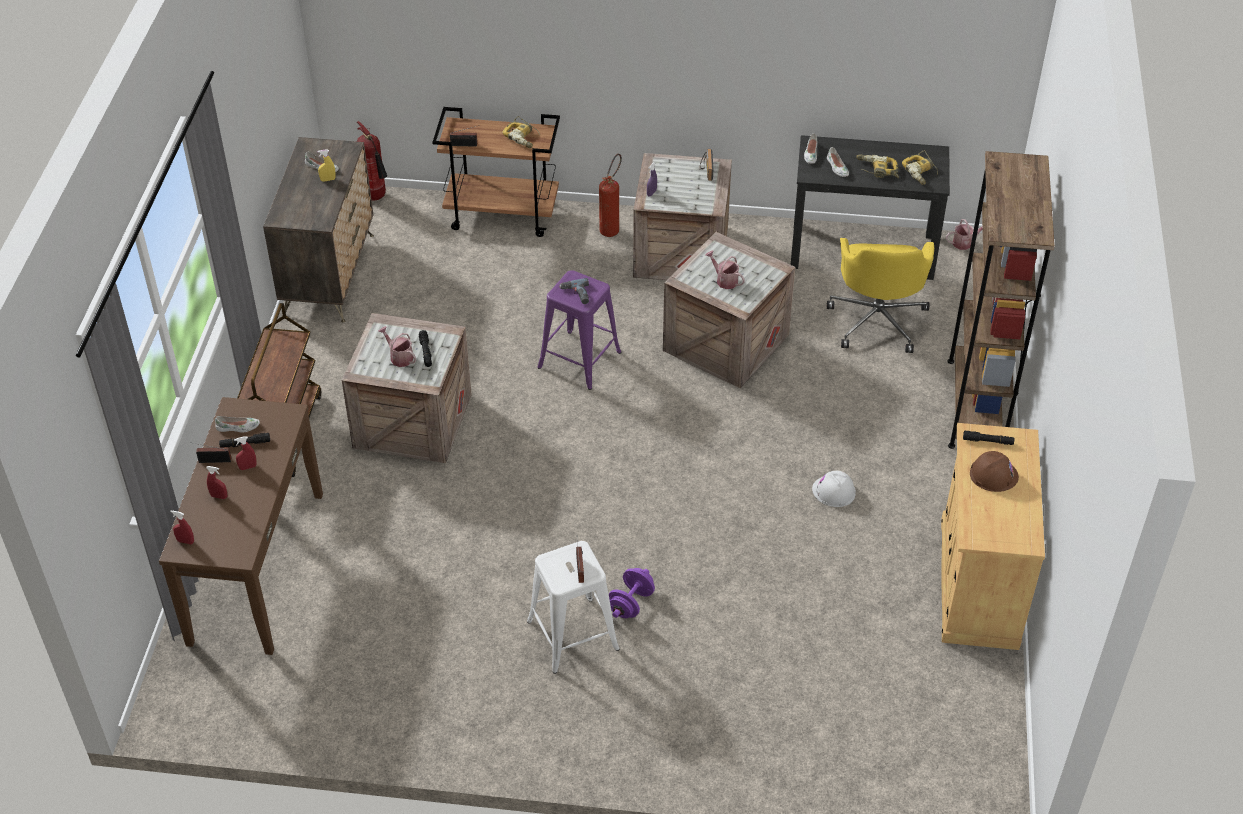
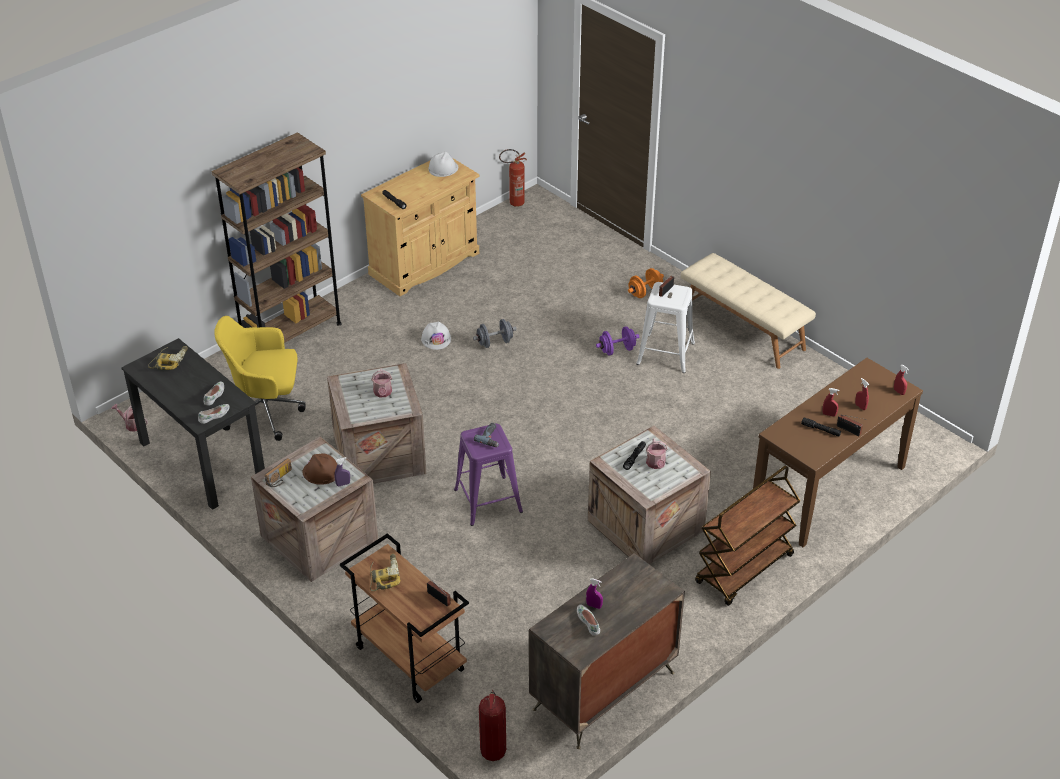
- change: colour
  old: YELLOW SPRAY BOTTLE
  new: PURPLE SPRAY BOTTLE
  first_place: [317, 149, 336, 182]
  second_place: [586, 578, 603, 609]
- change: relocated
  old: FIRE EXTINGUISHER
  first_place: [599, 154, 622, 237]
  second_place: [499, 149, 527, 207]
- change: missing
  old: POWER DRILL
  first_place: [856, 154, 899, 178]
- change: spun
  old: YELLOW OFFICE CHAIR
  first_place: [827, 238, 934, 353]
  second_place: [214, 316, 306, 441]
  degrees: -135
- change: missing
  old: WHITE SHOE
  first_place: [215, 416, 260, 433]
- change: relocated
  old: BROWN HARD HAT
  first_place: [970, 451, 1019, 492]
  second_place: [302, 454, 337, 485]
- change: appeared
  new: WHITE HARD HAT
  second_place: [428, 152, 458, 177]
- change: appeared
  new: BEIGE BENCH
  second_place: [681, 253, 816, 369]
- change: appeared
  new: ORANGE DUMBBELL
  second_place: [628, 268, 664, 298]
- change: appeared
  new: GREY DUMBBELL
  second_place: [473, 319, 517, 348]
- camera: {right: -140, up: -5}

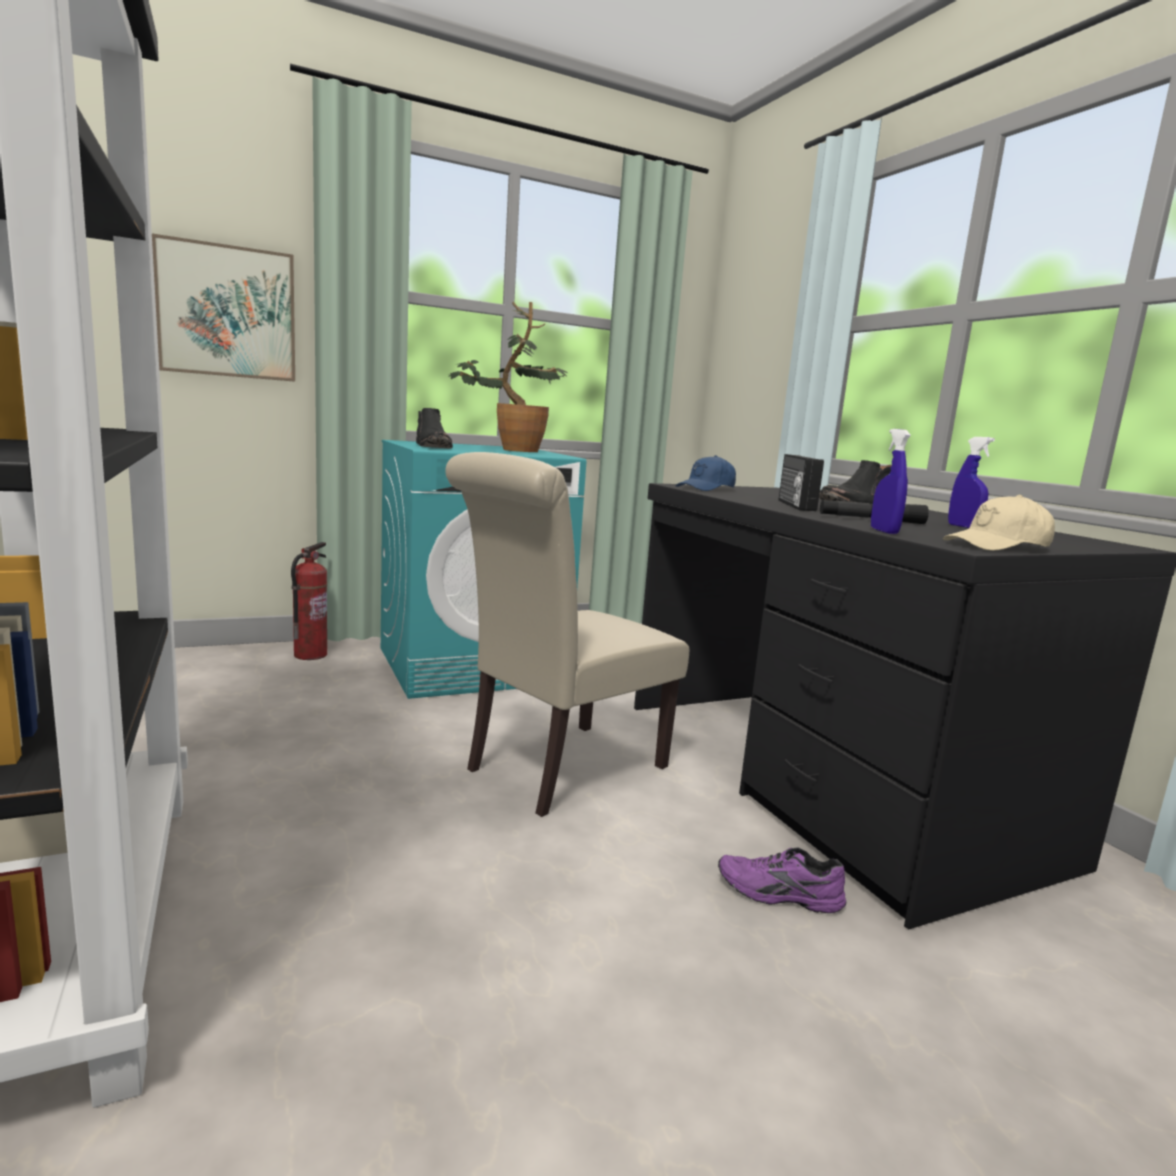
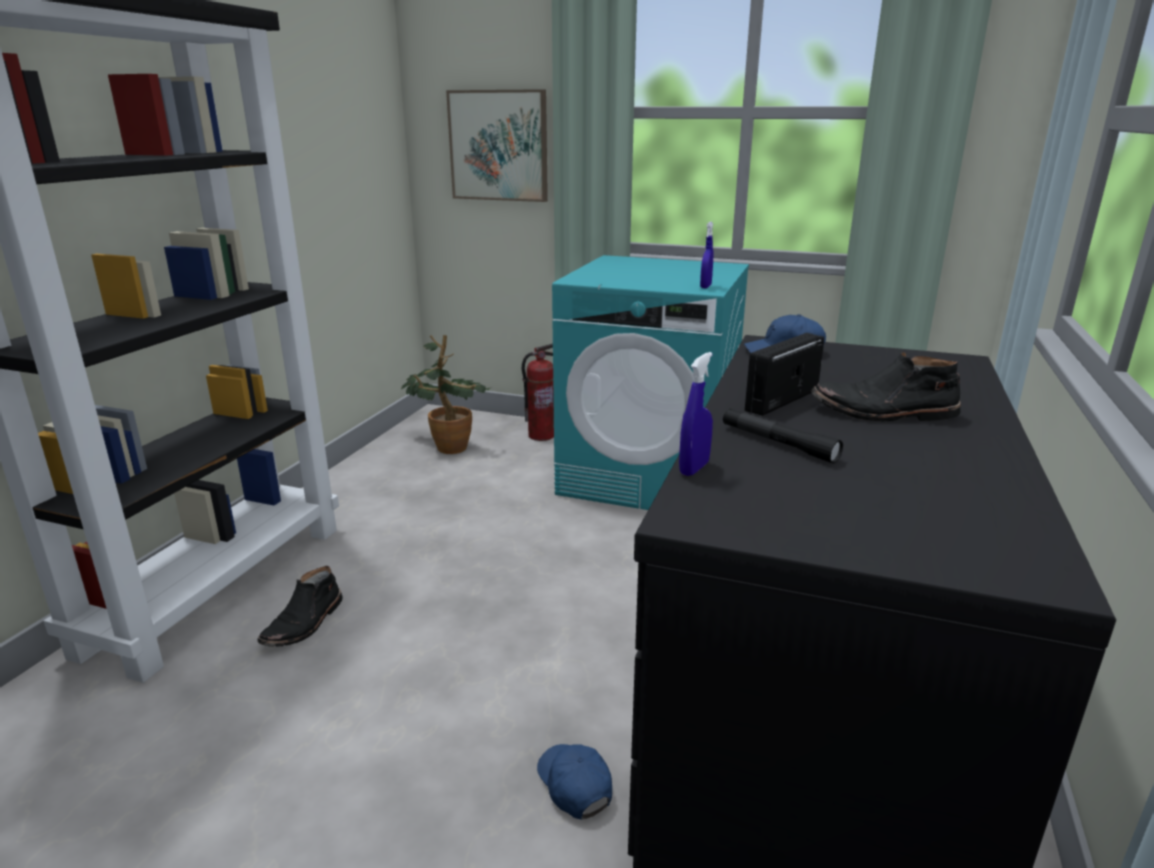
- change: relocated
  old: POTTED PLANT
  first_place: [448, 302, 568, 452]
  second_place: [401, 335, 492, 454]
- change: relocated
  old: BLACK BOOT
  first_place: [416, 408, 453, 448]
  second_place: [257, 566, 343, 647]
- change: relocated
  old: BLUE SPRAY BOTTLE
  first_place: [948, 437, 995, 528]
  second_place: [700, 222, 713, 288]
- change: missing
  old: BEIGE CHAIR
  first_place: [445, 452, 689, 817]
- change: missing
  old: BEIGE CAP
  first_place: [943, 494, 1055, 551]
- change: exchanged
  old: PURPLE SHOE
  new: BLUE CAP
  first_place: [718, 848, 846, 913]
  second_place: [537, 744, 612, 819]
- camera: {right: 45, up: 10}

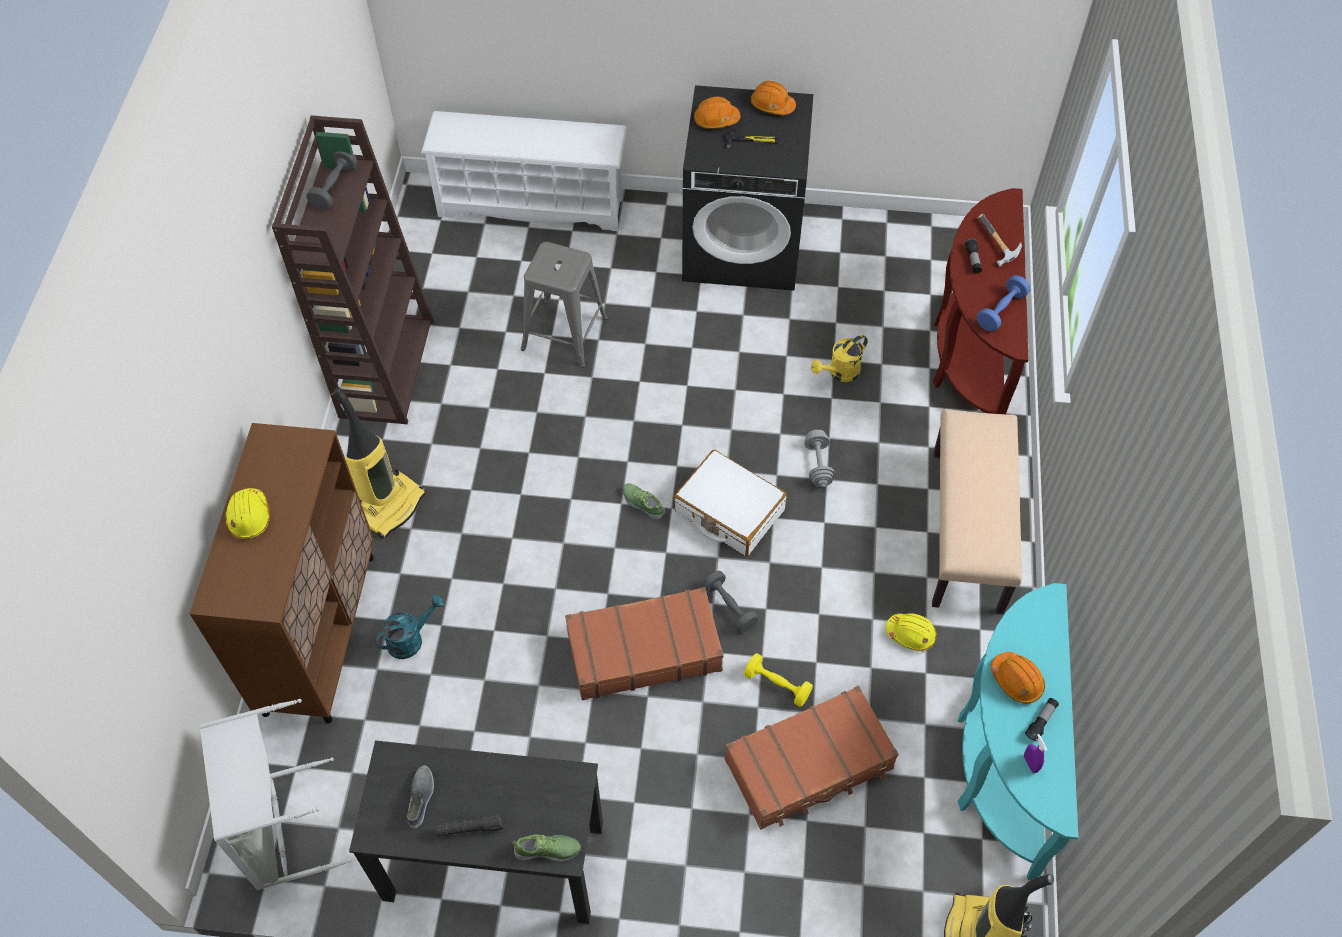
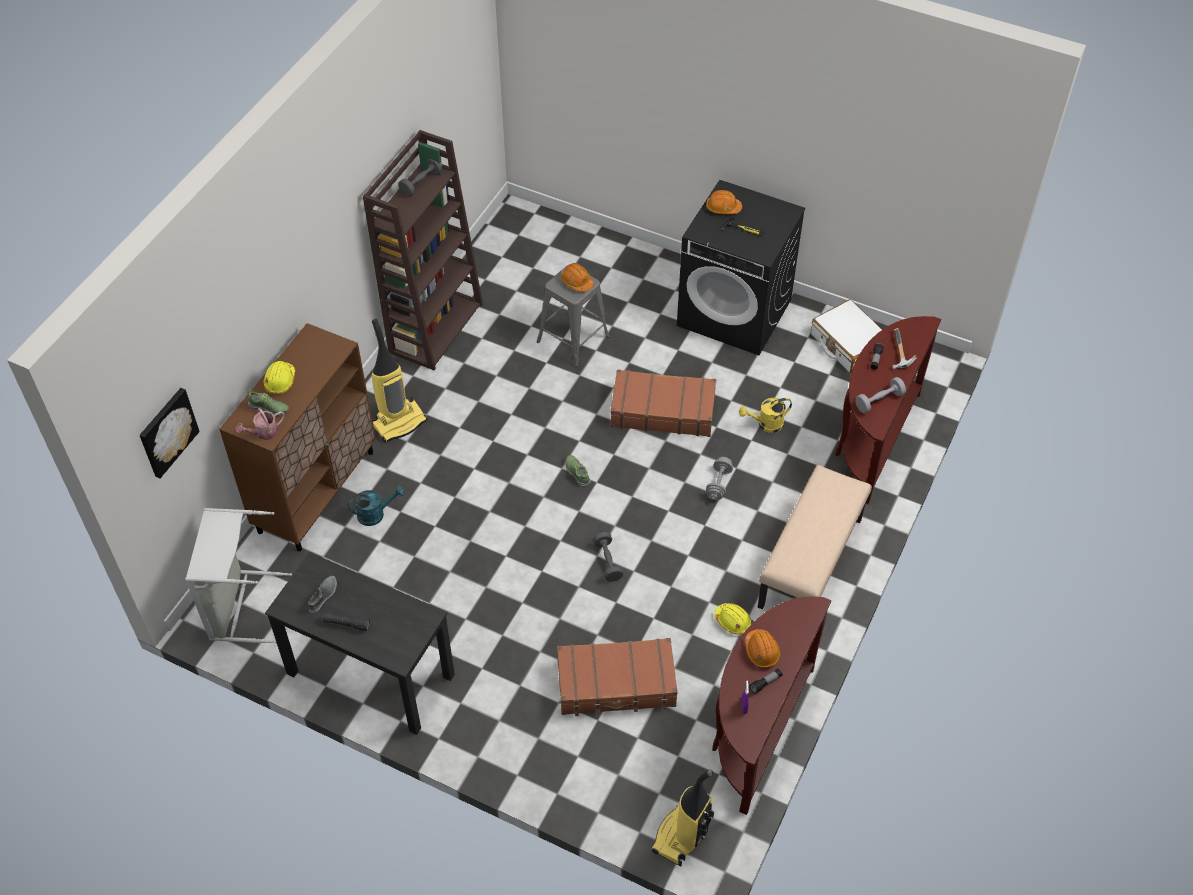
- change: relocated
  old: ORANGE HARD HAT
  first_place: [751, 81, 796, 115]
  second_place: [561, 263, 594, 292]
- change: missing
  old: WHITE SHOE RACK
  first_place: [421, 111, 627, 231]
- change: colour
  old: BLUE DUMBBELL
  new: GREY DUMBBELL
  first_place: [977, 275, 1030, 332]
  second_place: [855, 377, 906, 413]
- change: relocated
  old: WHITE SUITCASE
  first_place: [674, 449, 787, 556]
  second_place: [811, 299, 882, 373]
- change: colour
  old: TURQUOISE CONSOLE TABLE
  new: BROWN CONSOLE TABLE
  first_place: [958, 583, 1078, 880]
  second_place: [712, 597, 831, 815]
- change: relocated
  old: BROWN SUITCASE
  first_place: [565, 587, 724, 700]
  second_place: [610, 369, 716, 437]
- change: missing
  old: YELLOW DUMBBELL
  first_place: [744, 653, 813, 707]
- change: relocated
  old: SHOE
  first_place: [512, 834, 581, 862]
  second_place: [247, 391, 289, 416]
- change: appeared
  new: PICTURE
  second_place: [140, 388, 200, 478]
- change: appeared
  new: WATERING CAN
  second_place: [236, 408, 285, 440]
- camera: {right: 20, up: -5}

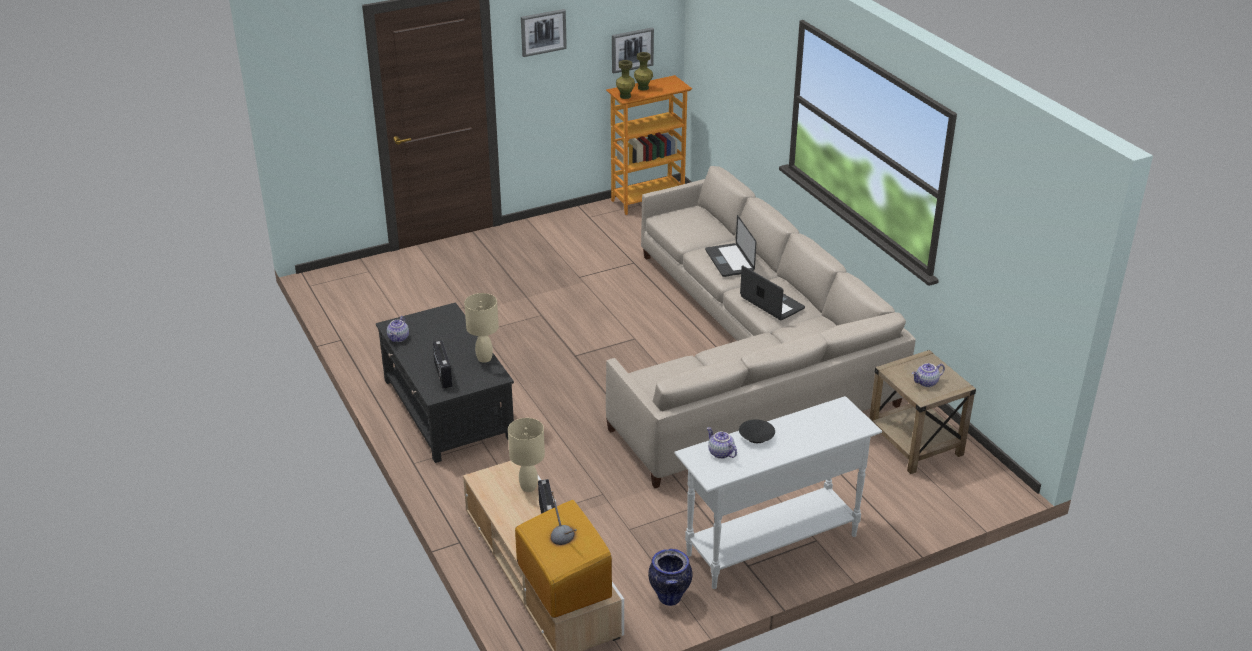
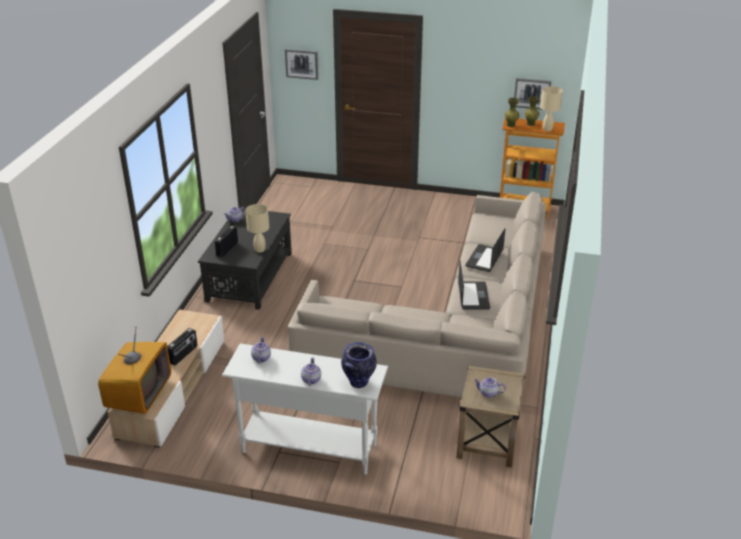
- change: relocated
  old: PICTURE
  first_place: [521, 9, 567, 57]
  second_place: [285, 49, 318, 80]
- change: relocated
  old: BEIGE TABLE LAMP
  first_place: [508, 418, 545, 492]
  second_place: [540, 86, 563, 131]
- change: missing
  old: BLACK BOWL
  first_place: [739, 419, 775, 443]
- change: relocated
  old: VASE
  first_place: [648, 549, 692, 606]
  second_place: [341, 342, 377, 388]
- change: appeared
  new: TEAPOT
  second_place: [301, 358, 321, 386]
- camera: {right: 40, up: 0}

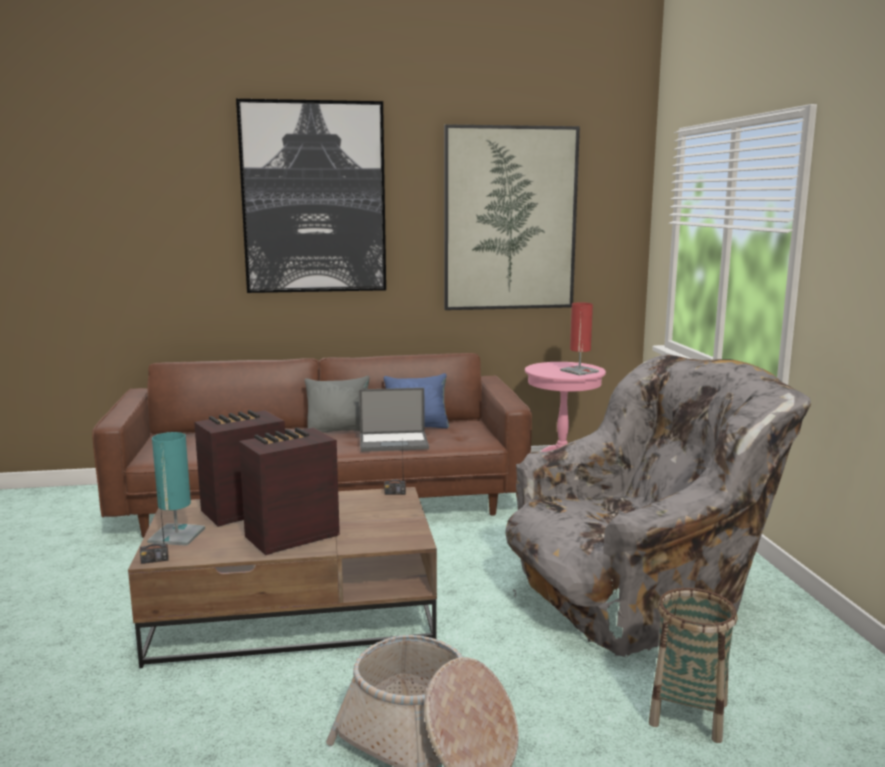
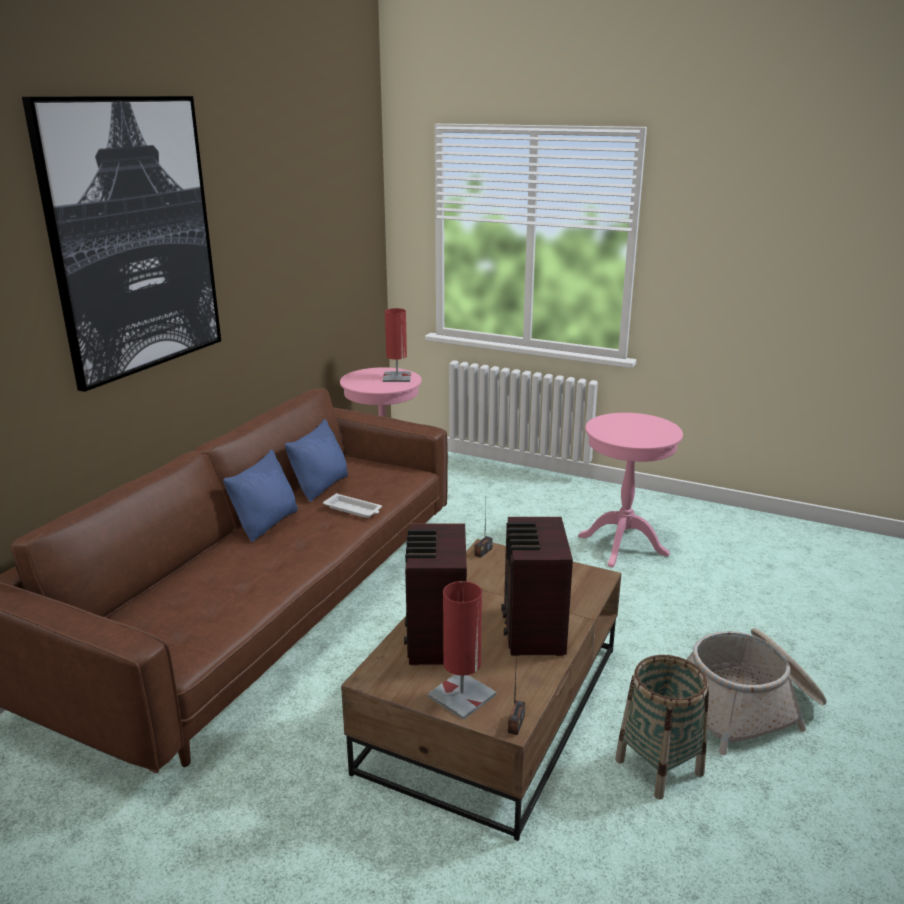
- change: missing
  old: PICTURE
  first_place: [444, 124, 580, 310]
- change: exchanged
  old: GREY ARMCHAIR
  new: PINK SIDE TABLE
  first_place: [506, 354, 811, 658]
  second_place: [578, 413, 683, 567]
- change: colour
  old: GREY PILLOW
  new: BLUE PILLOW
  first_place: [304, 376, 370, 433]
  second_place: [223, 449, 298, 542]
- change: exchanged
  old: LAPTOP
  new: WHITE TRAY
  first_place: [359, 388, 429, 452]
  second_place: [323, 493, 382, 518]
- change: colour
  old: TURQUOISE TABLE LAMP
  new: RED TABLE LAMP
  first_place: [147, 432, 205, 546]
  second_place: [427, 581, 496, 720]
- change: relocated
  old: BASKET
  first_place: [649, 588, 737, 743]
  second_place: [615, 655, 709, 800]
- camera: {right: -55, up: 10}

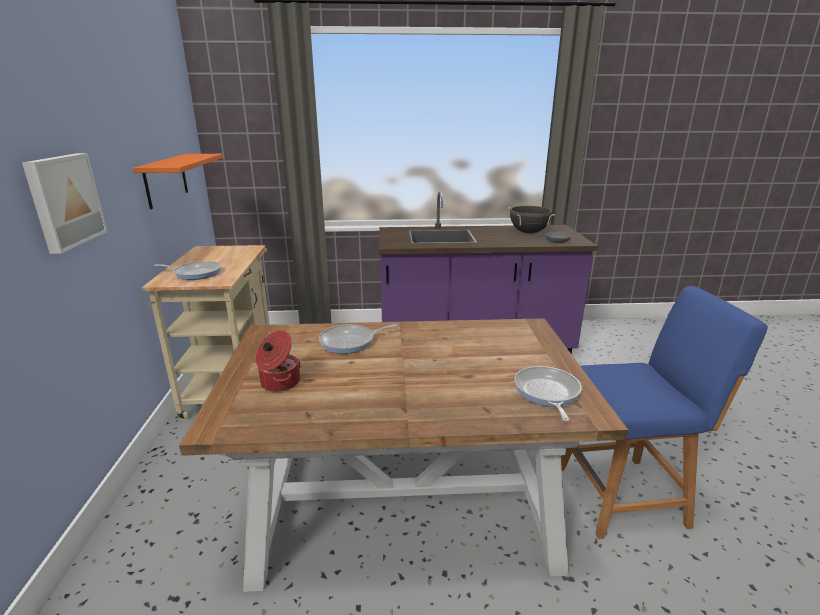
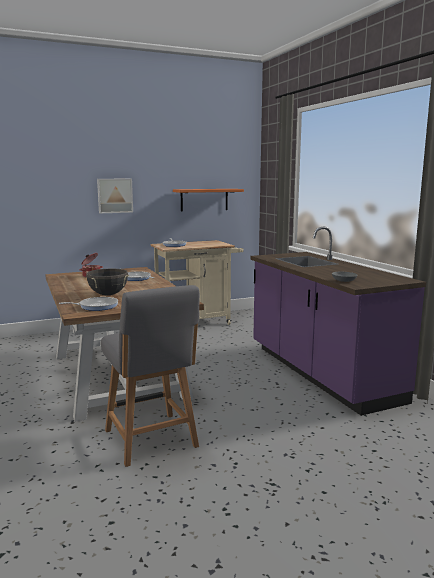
- change: relocated
  old: BLACK COOKING POT
  first_place: [508, 206, 555, 234]
  second_place: [86, 269, 130, 295]
- change: colour
  old: BLUE CHAIR
  new: GREY CHAIR
  first_place: [561, 286, 768, 539]
  second_place: [101, 285, 200, 467]
- camera: {right: 70, up: -10}

